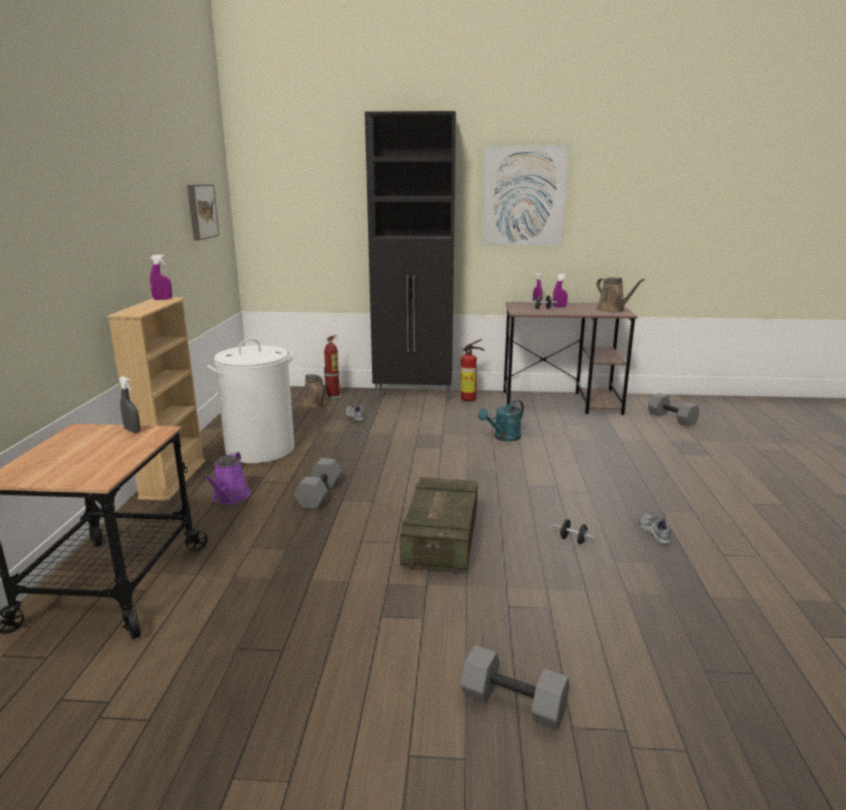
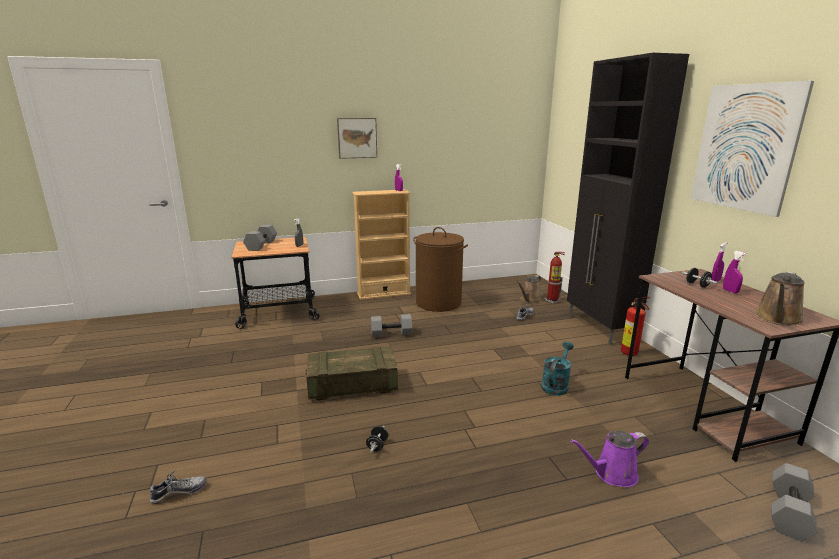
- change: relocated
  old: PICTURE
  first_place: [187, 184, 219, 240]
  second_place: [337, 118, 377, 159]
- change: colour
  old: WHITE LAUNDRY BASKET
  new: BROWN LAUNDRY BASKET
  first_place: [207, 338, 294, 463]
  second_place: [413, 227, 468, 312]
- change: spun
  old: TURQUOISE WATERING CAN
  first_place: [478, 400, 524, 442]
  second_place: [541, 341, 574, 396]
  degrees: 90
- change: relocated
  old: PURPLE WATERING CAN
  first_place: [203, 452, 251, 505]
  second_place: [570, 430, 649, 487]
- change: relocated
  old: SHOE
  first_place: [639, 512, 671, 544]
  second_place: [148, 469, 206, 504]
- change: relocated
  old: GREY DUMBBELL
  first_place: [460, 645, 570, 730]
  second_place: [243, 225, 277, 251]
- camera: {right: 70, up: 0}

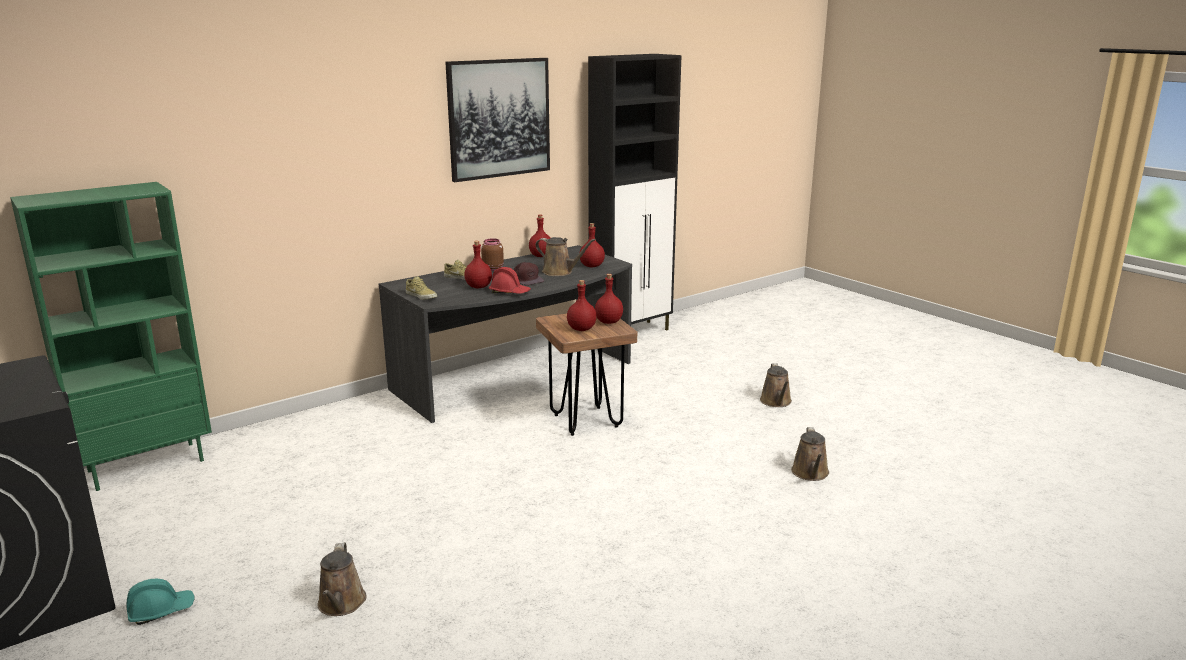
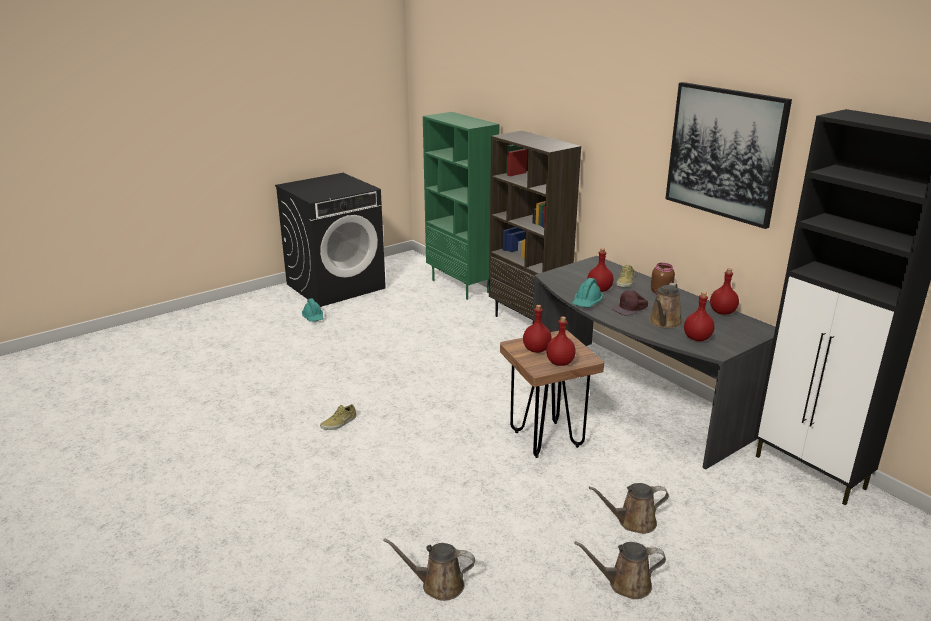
- change: colour
  old: RED HARD HAT
  new: TURQUOISE HARD HAT
  first_place: [489, 267, 531, 294]
  second_place: [572, 278, 603, 307]
- change: relocated
  old: BEIGE SHOE
  first_place: [406, 276, 437, 300]
  second_place: [320, 404, 356, 430]
- change: relocated
  old: BROWN WATERING CAN
  first_place: [318, 542, 367, 616]
  second_place: [589, 483, 669, 534]
- change: appeared
  new: BROWN BOOKCASE
  second_place: [489, 131, 581, 320]
- camera: {right: 90, up: 5}

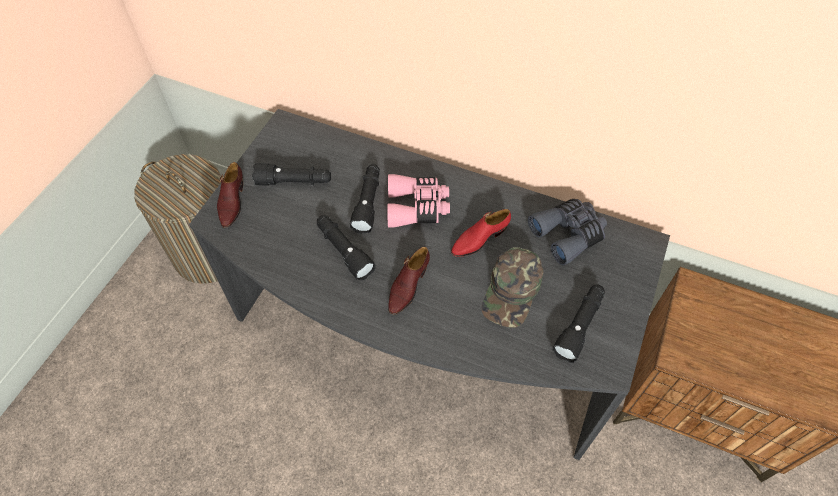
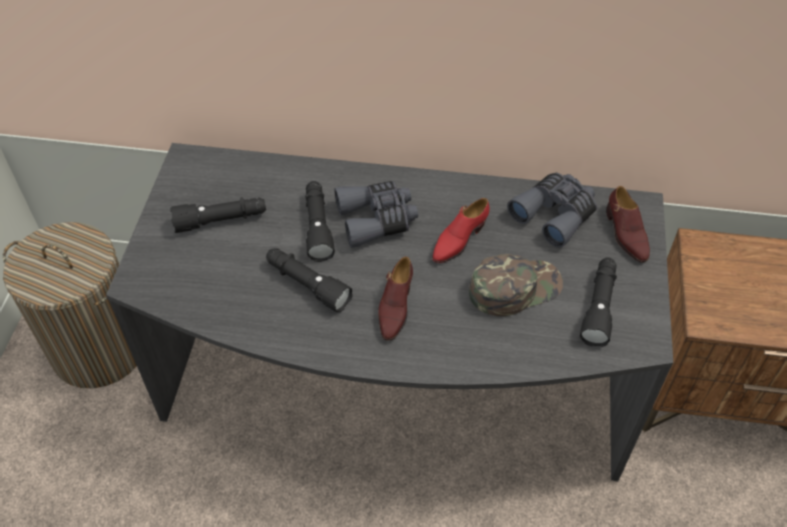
- change: relocated
  old: BROWN SHOE
  first_place: [217, 162, 243, 227]
  second_place: [606, 186, 650, 262]
- change: colour
  old: PINK BINOCULARS
  new: GREY BINOCULARS
  first_place: [387, 174, 450, 228]
  second_place: [334, 181, 418, 248]
- change: spun
  old: GREEN CAP
  first_place: [481, 247, 544, 328]
  second_place: [469, 254, 563, 316]
  degrees: -120
- camera: {right: -15, up: -5}

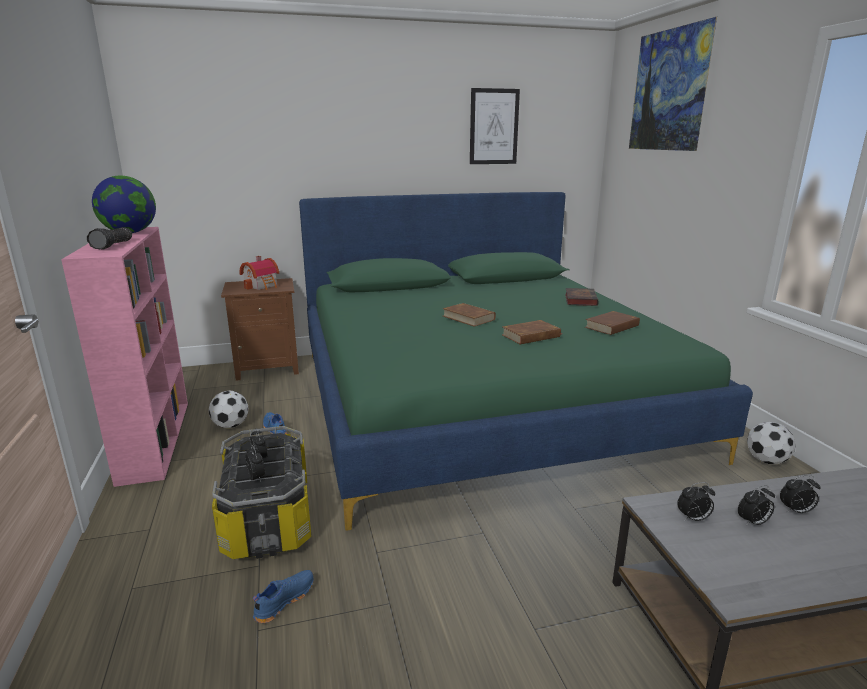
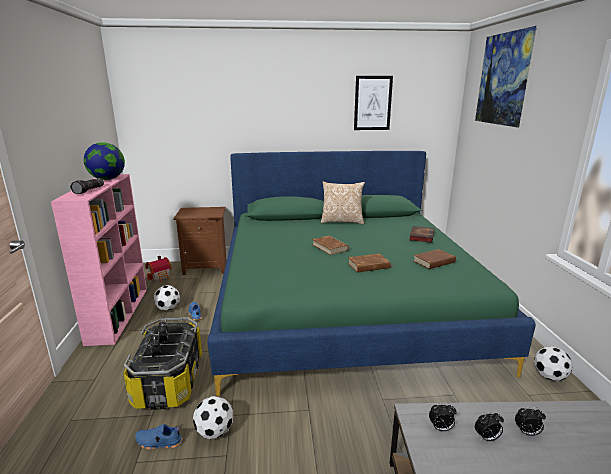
- change: relocated
  old: TOY HOUSE
  first_place: [239, 256, 279, 290]
  second_place: [146, 256, 172, 282]
- change: spun
  old: BLUE SHOE
  first_place: [253, 570, 314, 623]
  second_place: [135, 424, 183, 450]
  degrees: -135
- change: appeared
  new: PILLOW
  second_place: [321, 181, 365, 224]
- change: appeared
  new: FOOTBALL
  second_place: [193, 396, 233, 439]
- camera: {right: 10, up: 0}

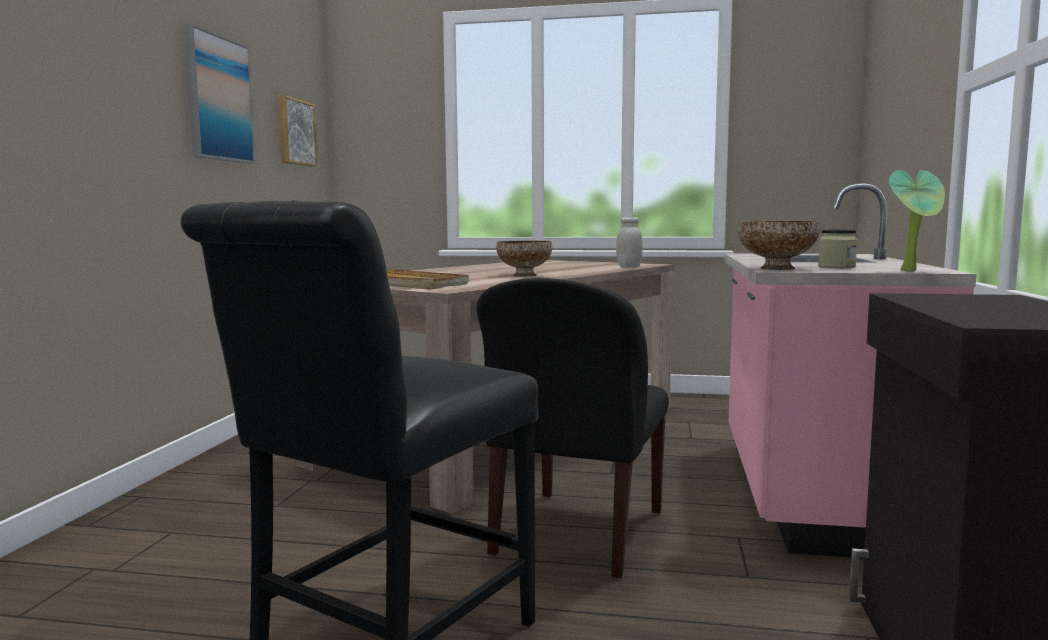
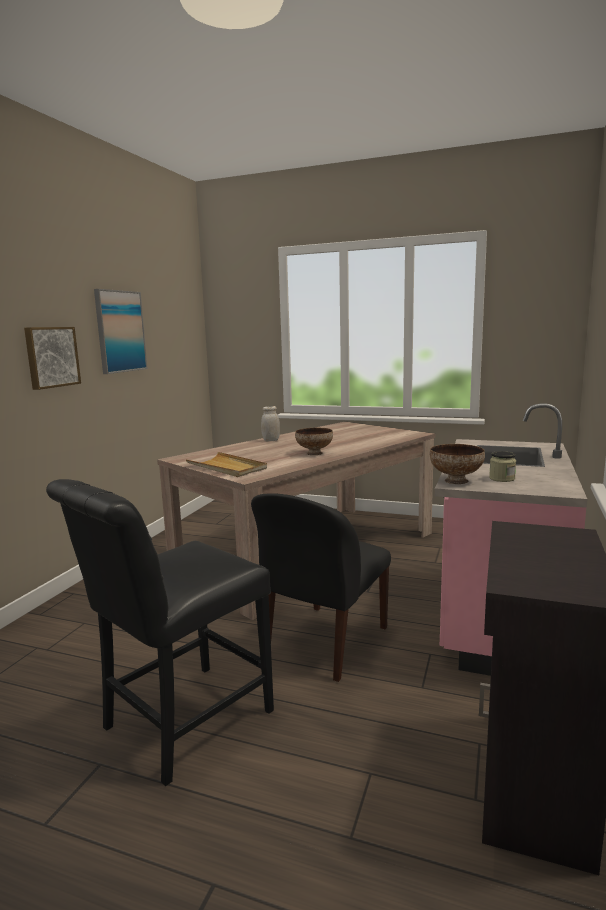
- change: relocated
  old: PICTURE
  first_place: [278, 95, 318, 167]
  second_place: [24, 327, 81, 390]
- change: missing
  old: POTTED PLANT
  first_place: [889, 170, 945, 271]
- change: relocated
  old: WHITE JAR
  first_place: [616, 217, 643, 268]
  second_place: [261, 406, 280, 441]
- camera: {right: 10, up: 5}

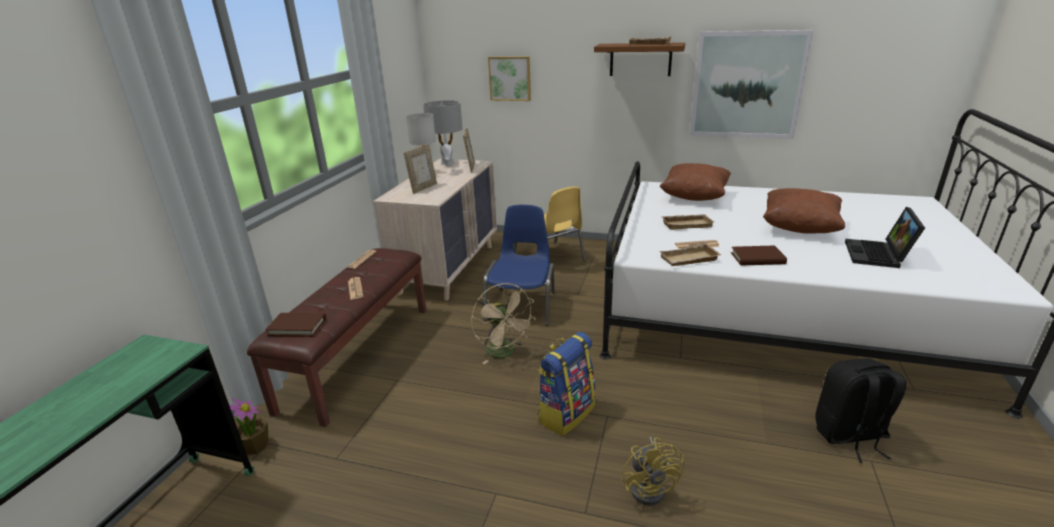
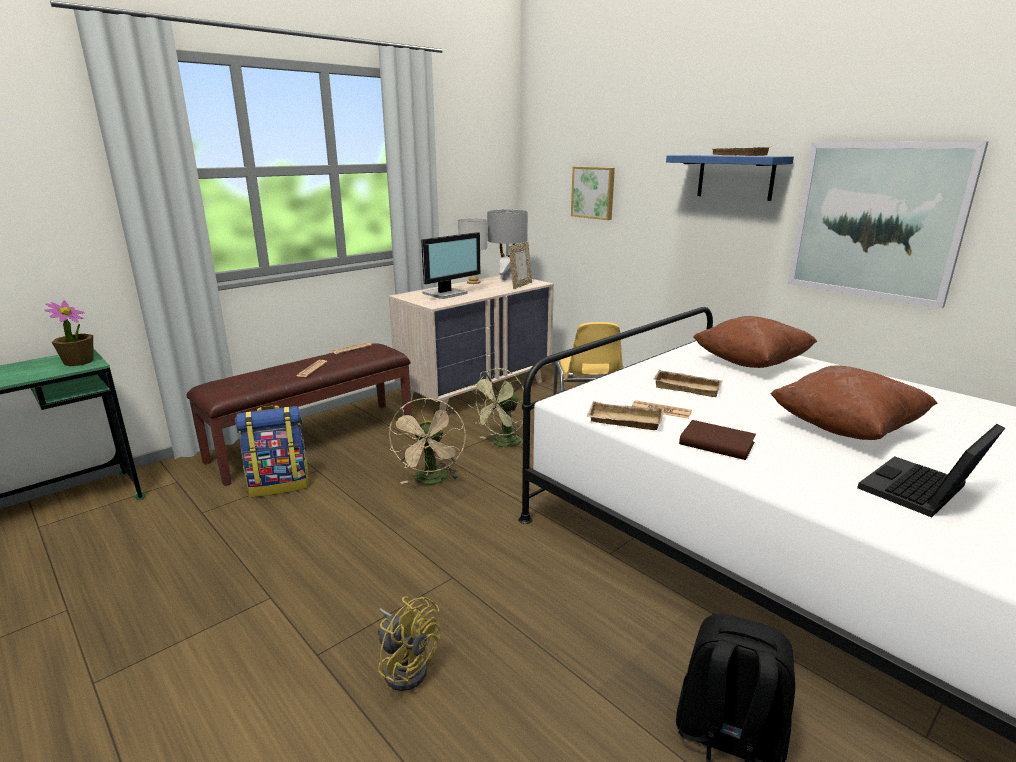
- change: colour
  old: BROWN SHELF
  new: BLUE SHELF
  first_place: [594, 43, 685, 76]
  second_place: [666, 155, 794, 201]
- change: exchanged
  old: PICTURE FRAME
  new: MONITOR
  first_place: [404, 144, 437, 194]
  second_place: [421, 232, 481, 299]
- change: exchanged
  old: BLUE CHAIR
  new: GREEN FAN
  first_place: [483, 205, 555, 326]
  second_place: [468, 368, 531, 449]
- change: missing
  old: BROWN BOOK
  first_place: [265, 313, 326, 337]
- change: relocated
  old: BACKPACK
  first_place: [537, 332, 596, 436]
  second_place: [235, 405, 309, 497]
- change: relocated
  old: POTTED PLANT
  first_place: [229, 398, 268, 455]
  second_place: [45, 300, 94, 366]
- change: spun
  old: YELLOW FAN
  first_place: [622, 437, 684, 506]
  second_place: [378, 596, 441, 691]
  degrees: -75
- camera: {right: 30, up: -5}

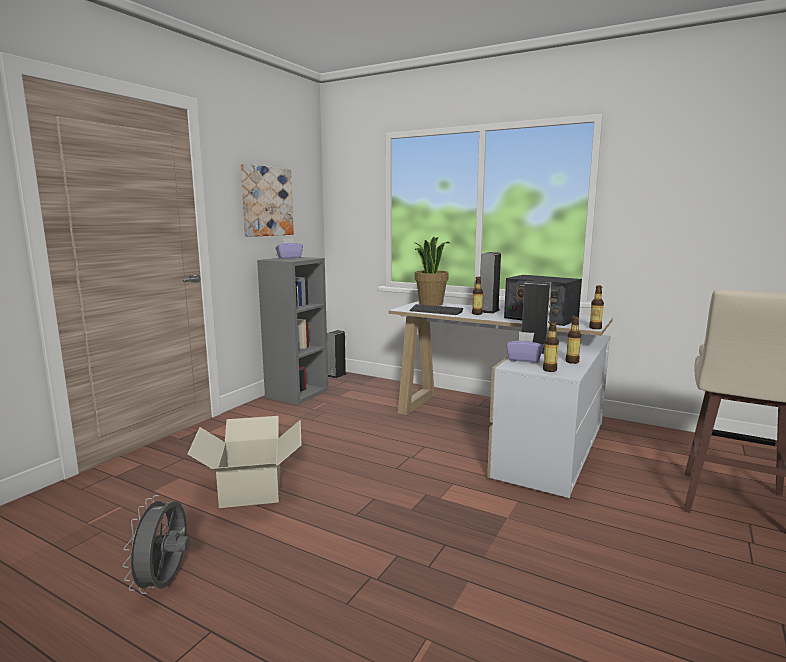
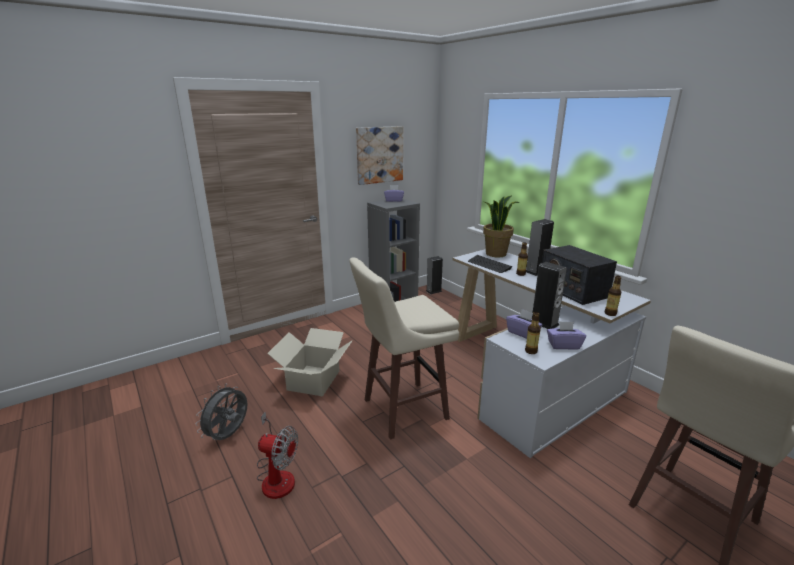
- change: exchanged
  old: BOTTLE
  new: PURPLE TISSUE BOX
  first_place: [566, 316, 581, 364]
  second_place: [547, 321, 586, 350]
- change: appeared
  new: BEIGE STOOL
  second_place: [349, 257, 459, 440]
- change: appeared
  new: FAN
  second_place: [257, 412, 298, 499]
- camera: {right: 25, up: 10}

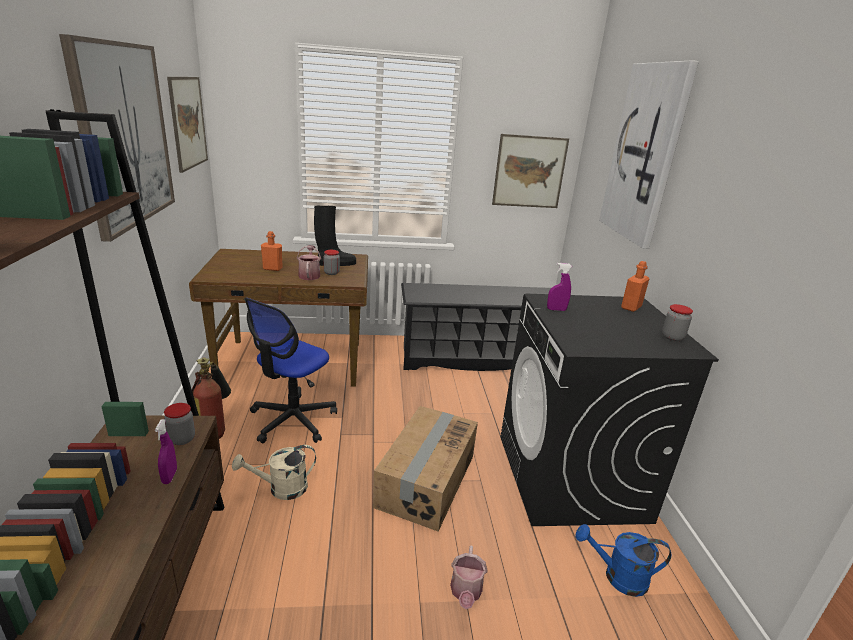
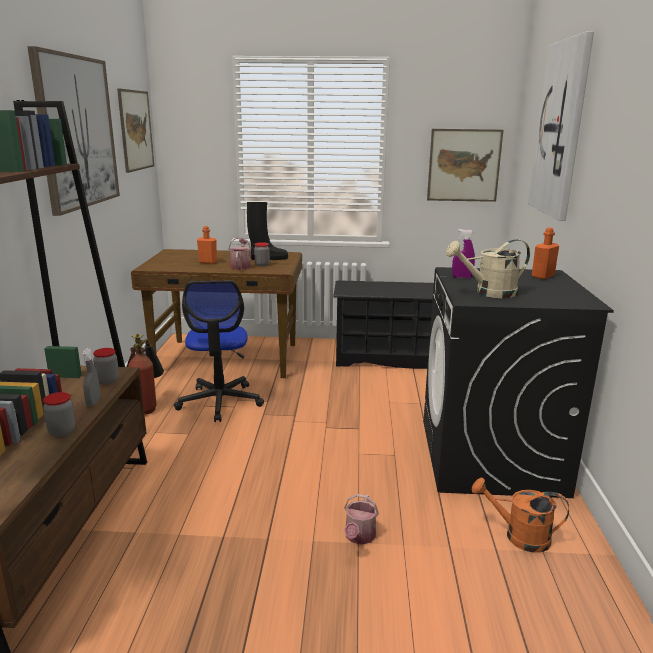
- change: spun
  old: OFFICE CHAIR
  first_place: [244, 298, 337, 443]
  second_place: [174, 281, 264, 422]
  degrees: -45
- change: relocated
  old: JAR
  first_place: [662, 304, 693, 341]
  second_place: [43, 392, 76, 436]
- change: missing
  old: CARDBOARD BOX
  first_place: [373, 406, 478, 532]
- change: colour
  old: PURPLE SPRAY BOTTLE
  new: GREY SPRAY BOTTLE
  first_place: [155, 419, 177, 484]
  second_place: [81, 348, 100, 406]
- change: relocated
  old: BEIGE WATERING CAN
  first_place: [232, 445, 316, 500]
  second_place: [446, 239, 530, 298]
- change: colour
  old: BLUE WATERING CAN
  new: ORANGE WATERING CAN
  first_place: [575, 524, 671, 597]
  second_place: [472, 478, 569, 553]
- camera: {right: 10, up: -5}

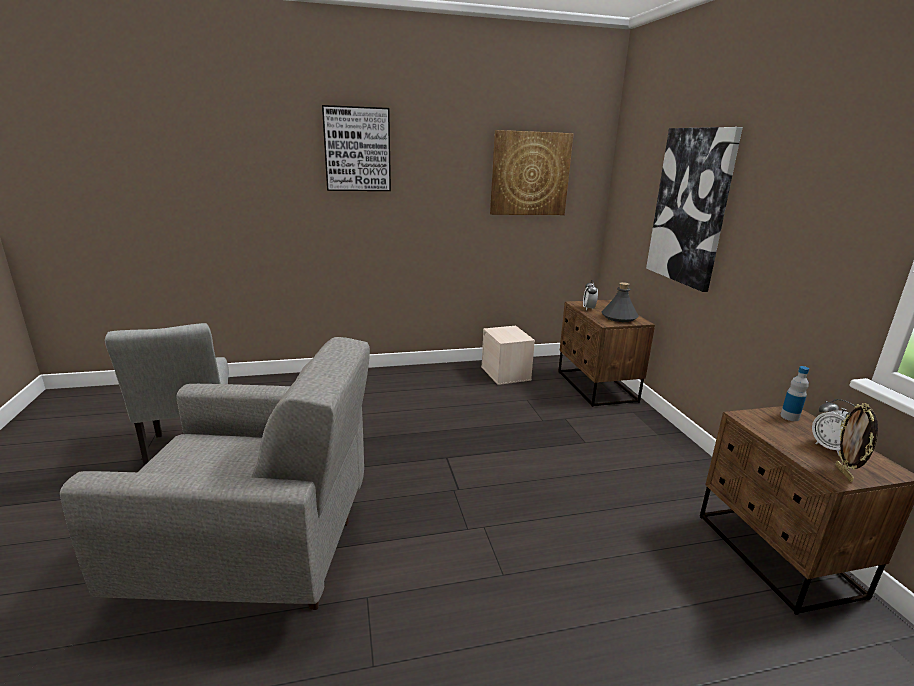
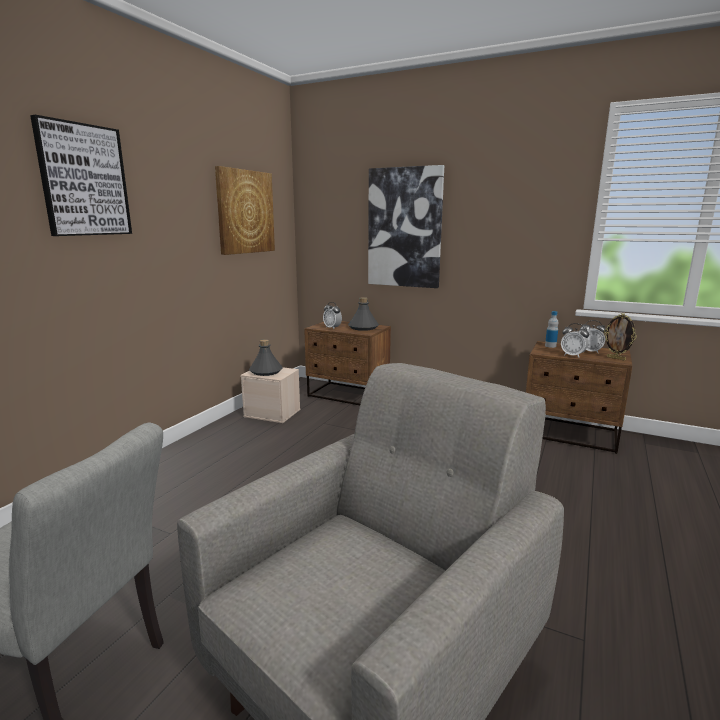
- change: appeared
  new: ALARM CLOCK
  second_place: [561, 323, 589, 358]
- change: appeared
  new: GREY BOTTLE
  second_place: [249, 339, 283, 376]
- camera: {right: -50, up: -5}

